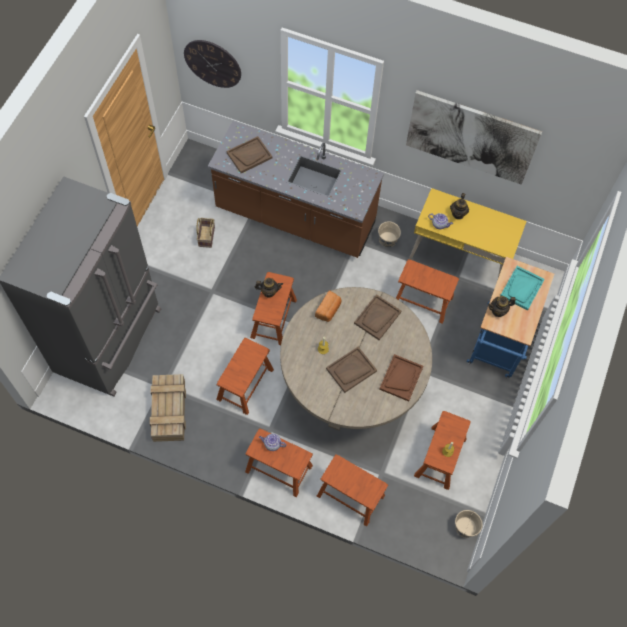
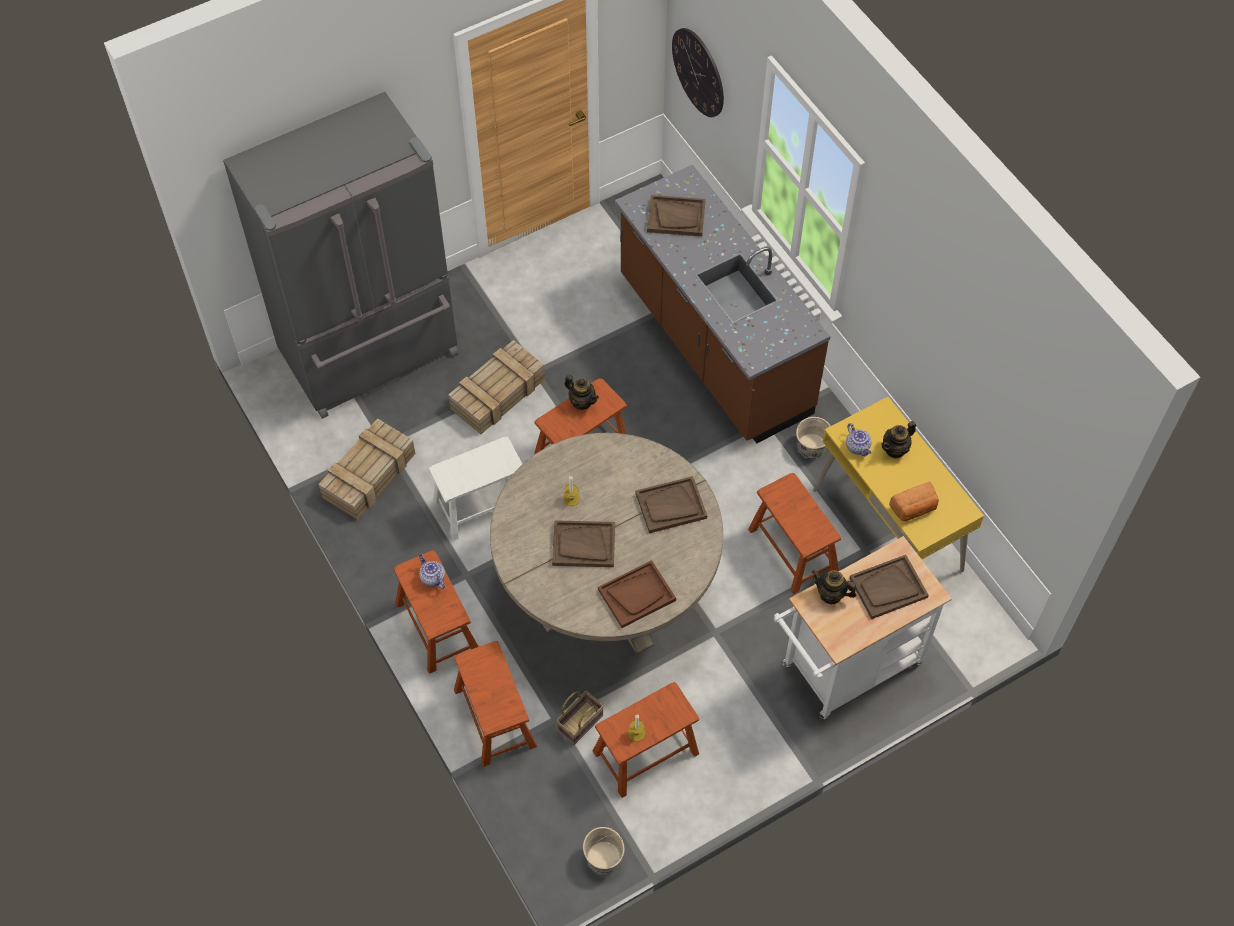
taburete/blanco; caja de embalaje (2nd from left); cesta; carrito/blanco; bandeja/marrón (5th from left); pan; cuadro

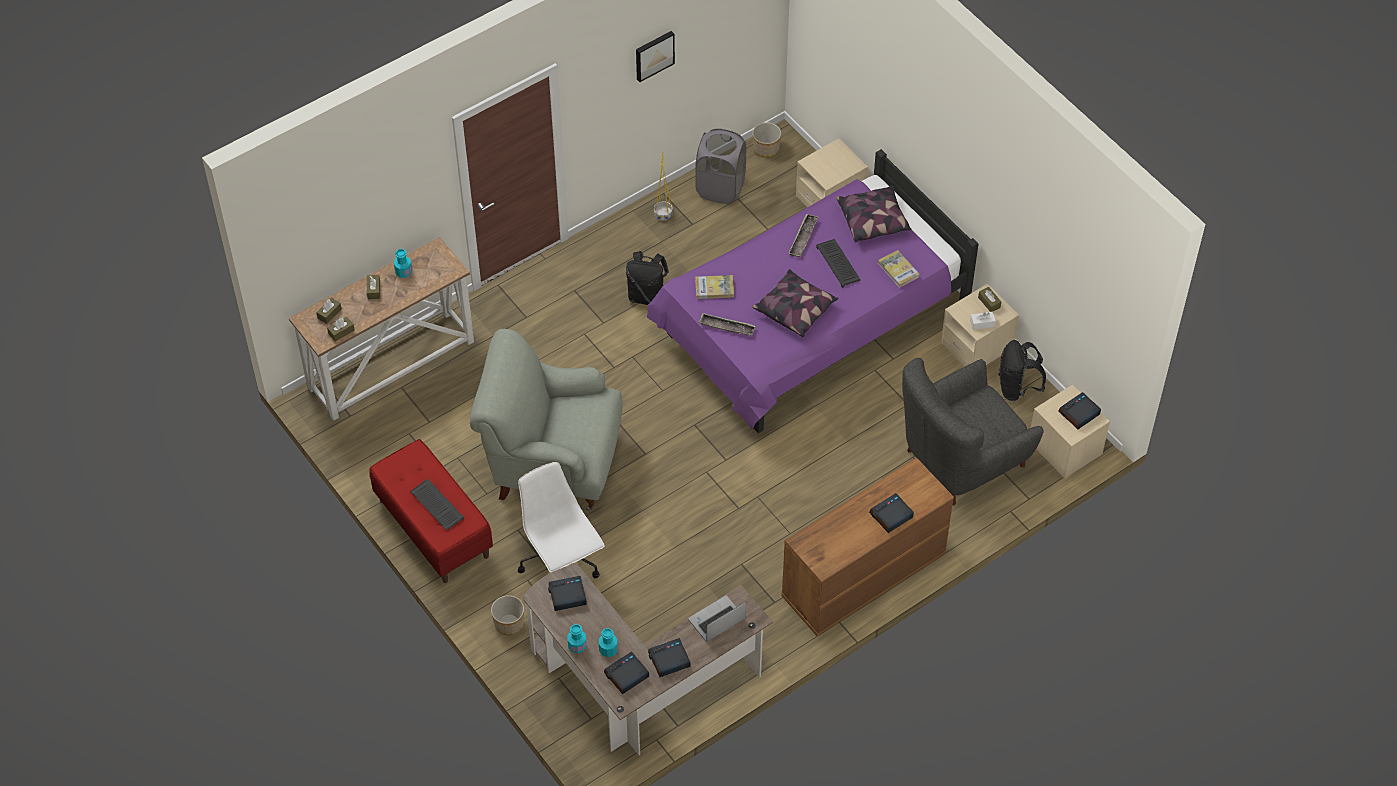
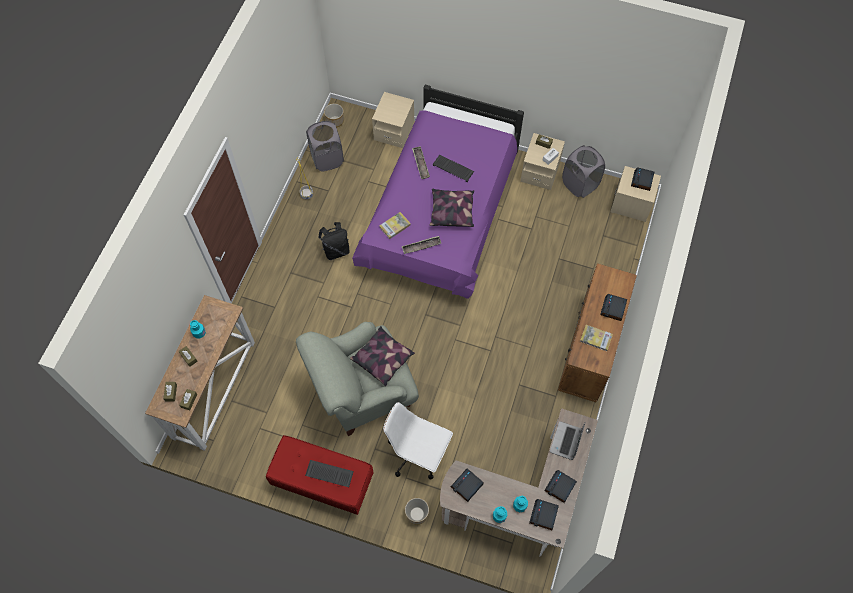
cojín (1st from left); cesto de la ropa/gris (2nd from left); libro (2nd from left); cuadro; sillón/gris (2nd from left in the first image)

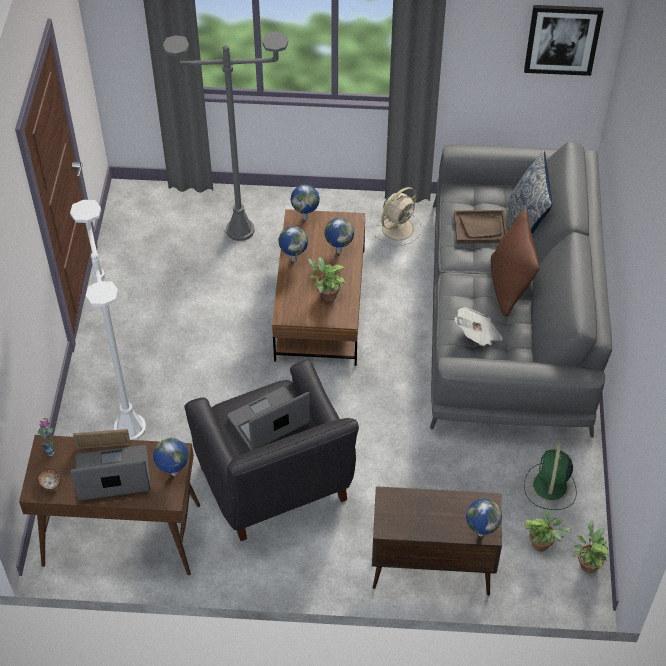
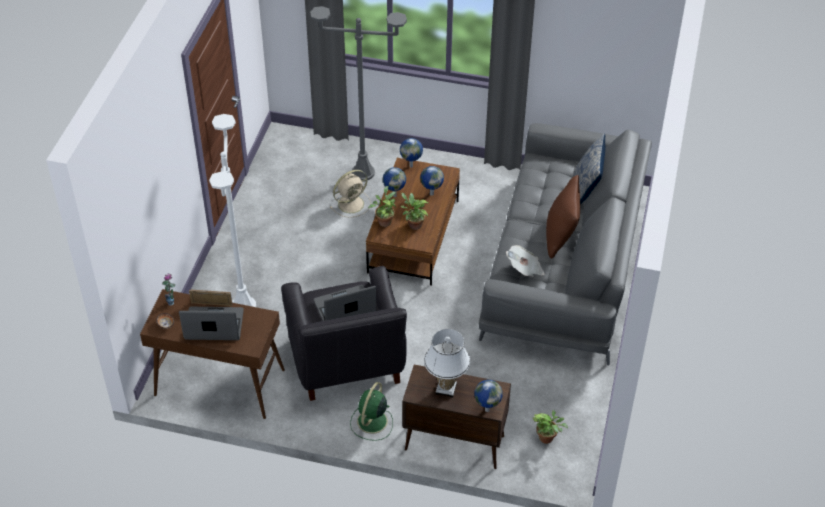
ventilador/beis; ventilador/verde; planta en maceta (1st from left); lámpara de mesa/blanco; globo terráqueo (1st from left in the first image); bandeja/marrón; cuadro

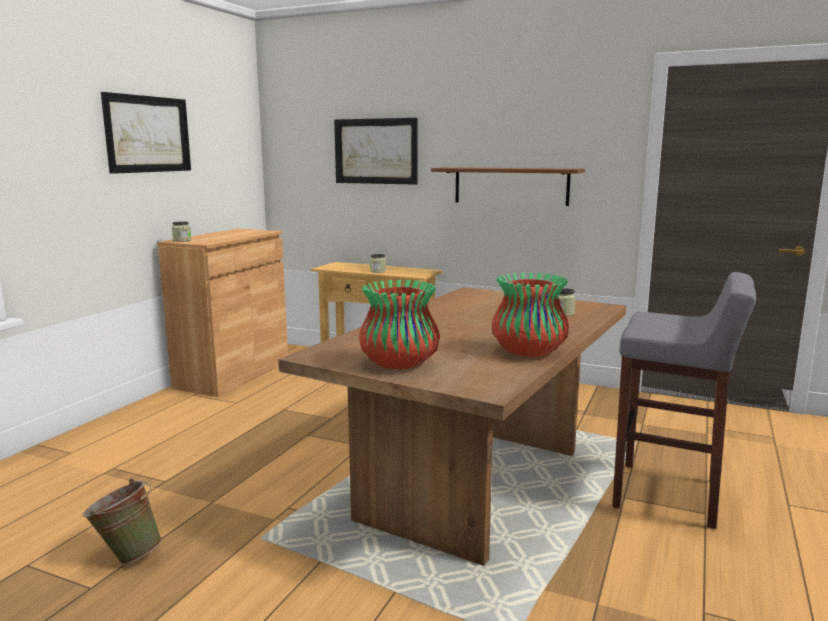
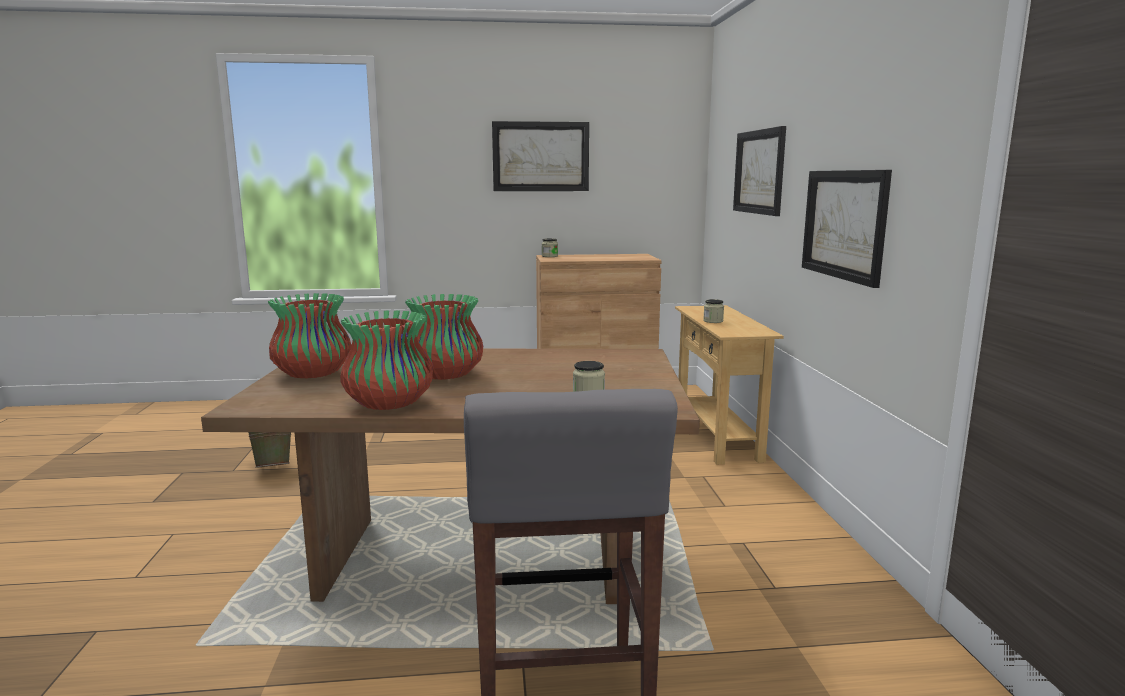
florero (3rd from left); cuadro (3rd from left)

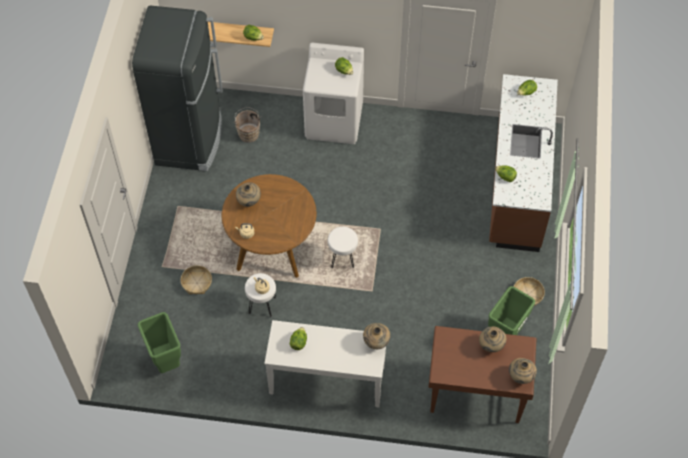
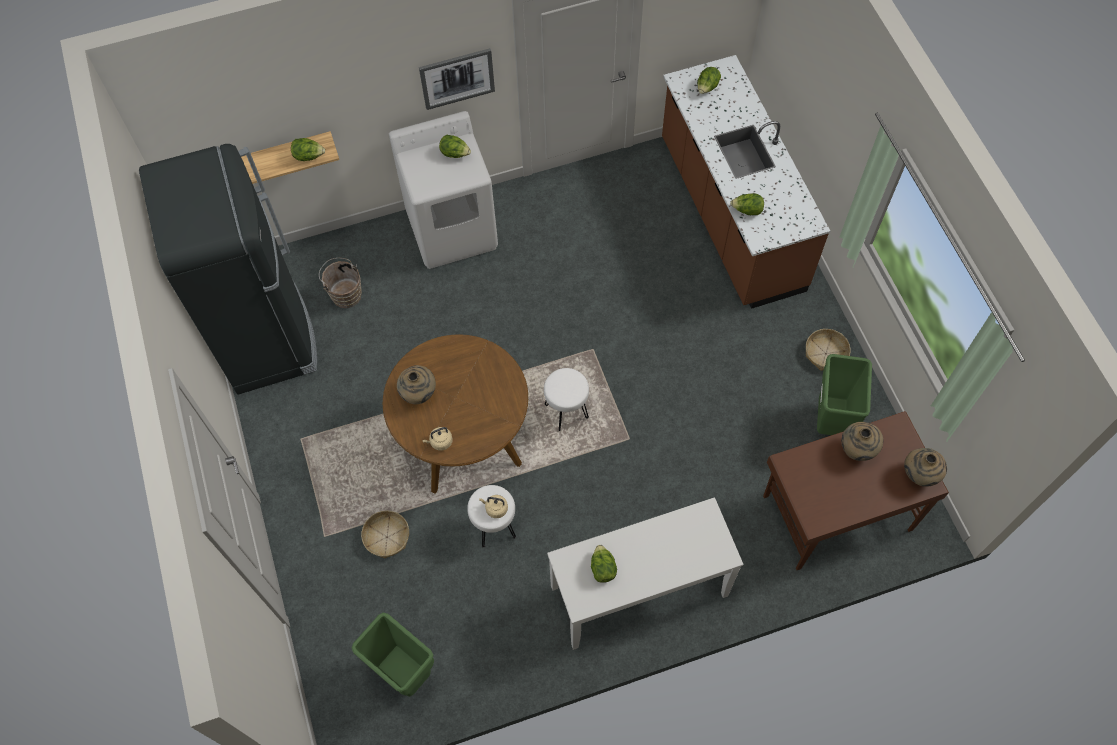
cuadro; florero/beis (2nd from left in the first image)

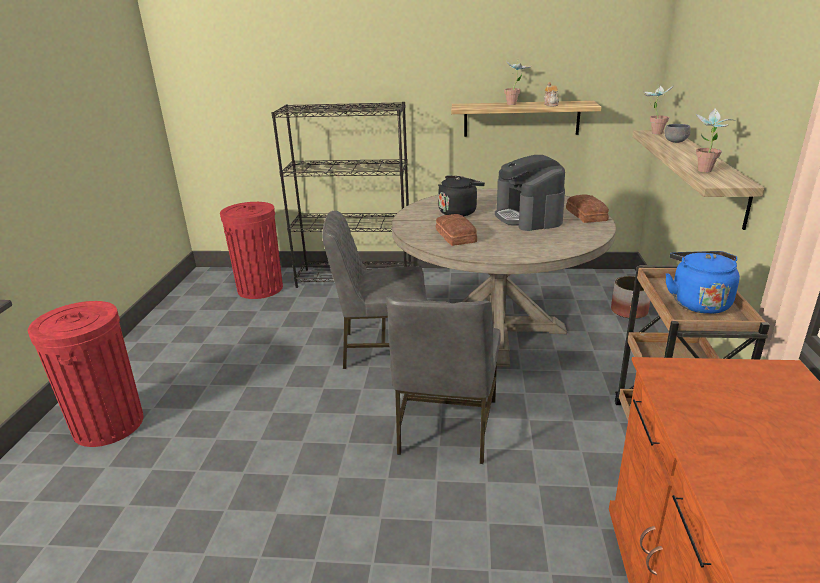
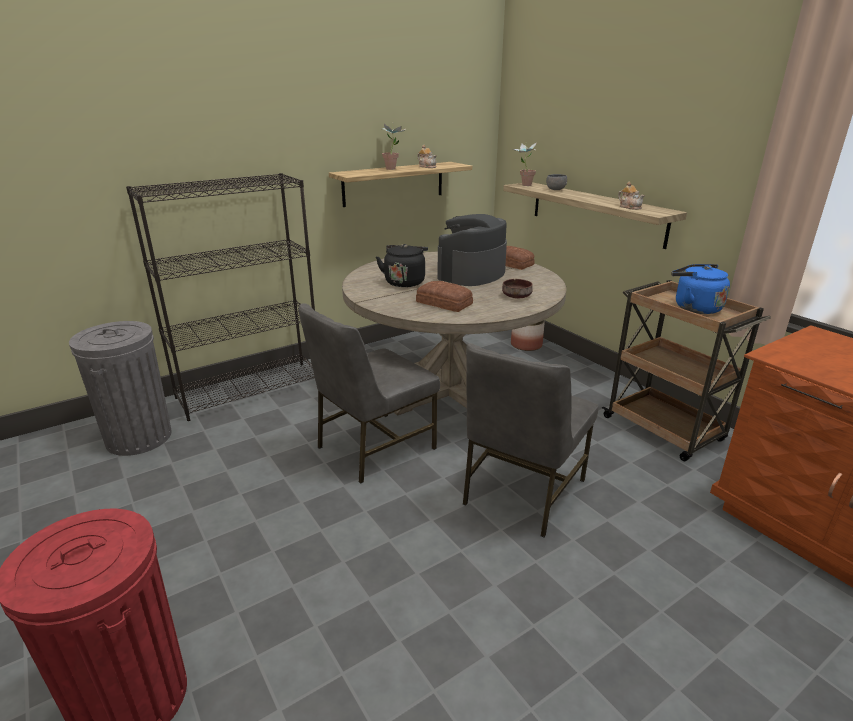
papelera/gris; cafetera; silla/gris (2nd from left); cuenco/marrón; tetera (2nd from left)

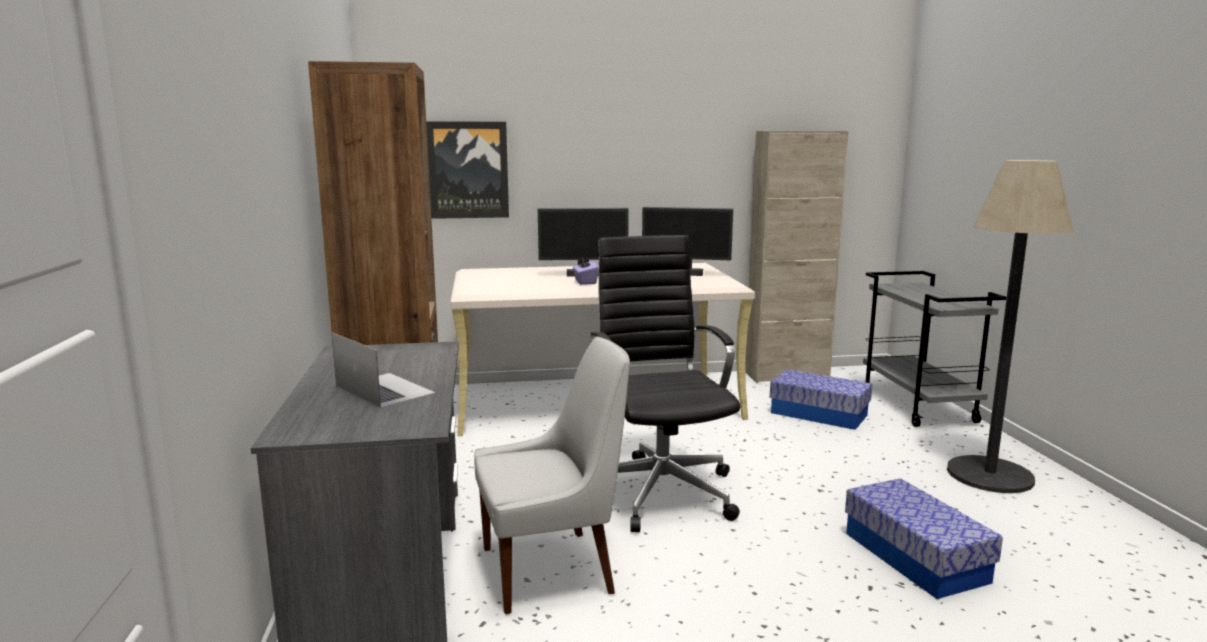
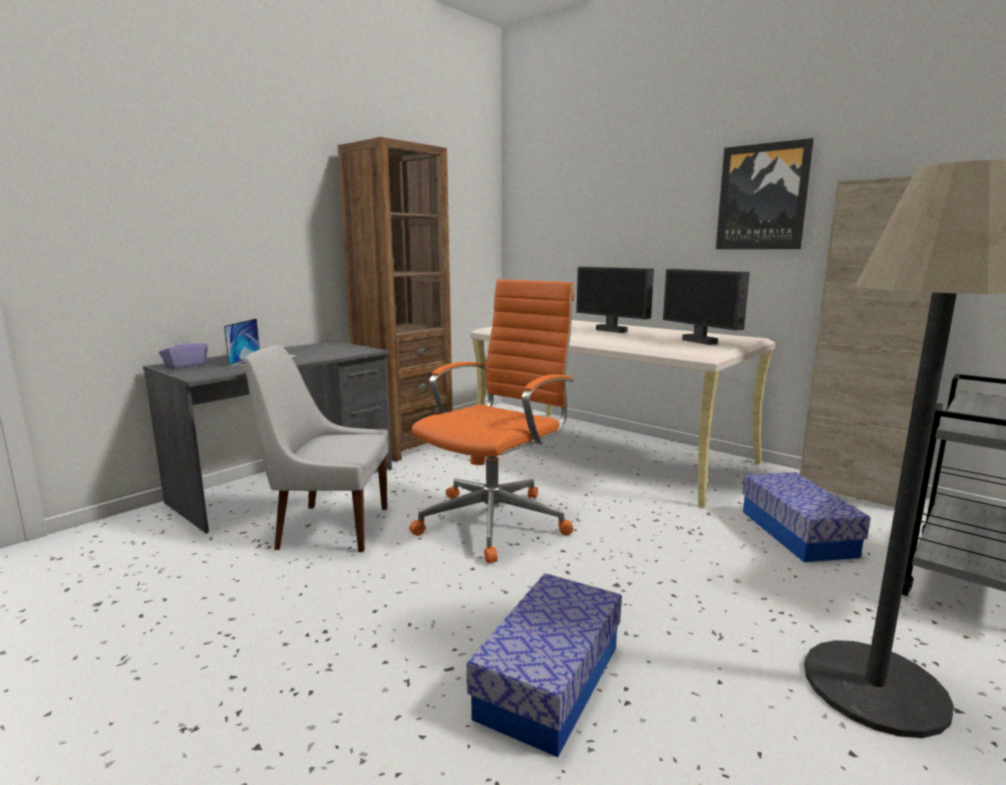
caja de pañuelos/morado; silla/blanco; silla de oficina/naranja; cuadro

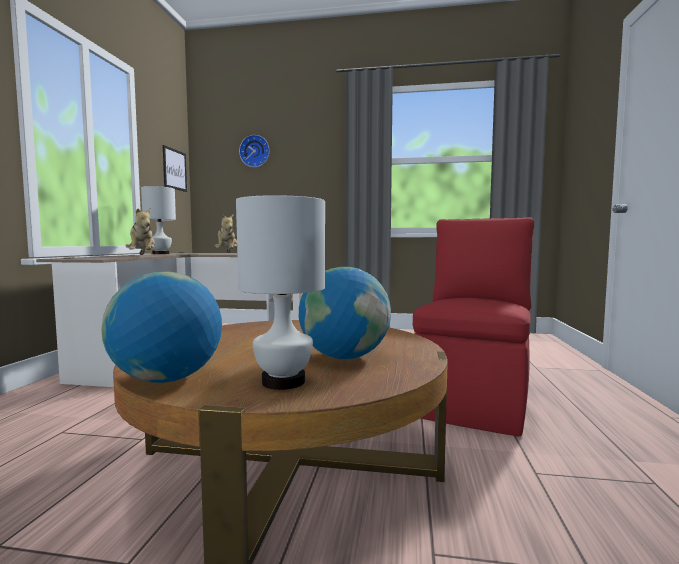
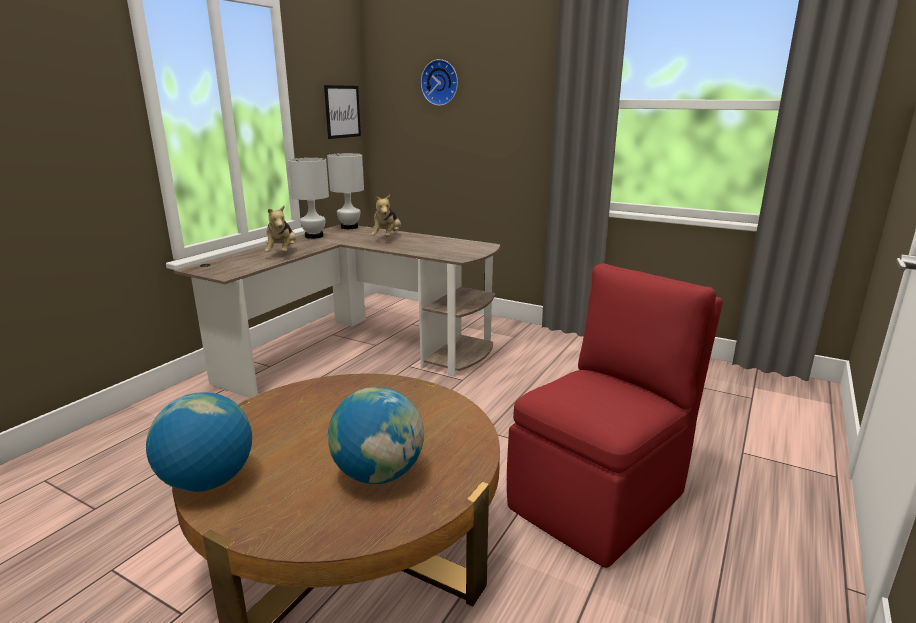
lámpara de mesa/blanco (2nd from left)

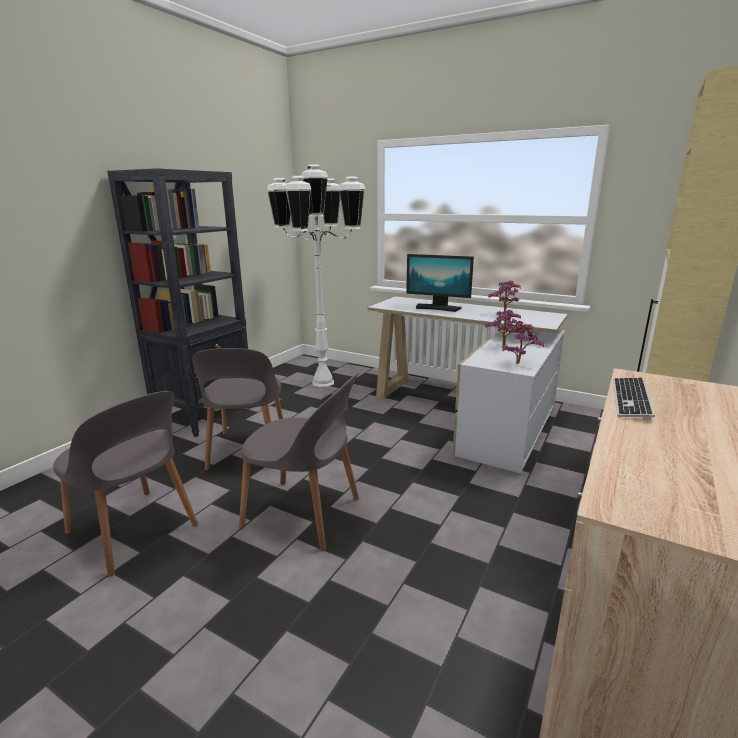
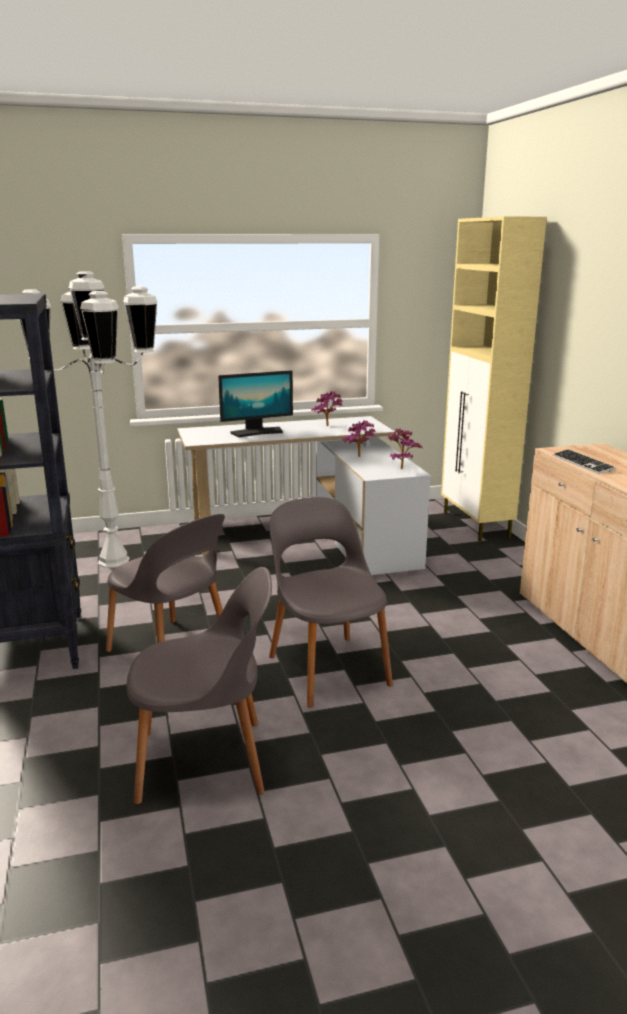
silla/gris (3rd from left)

